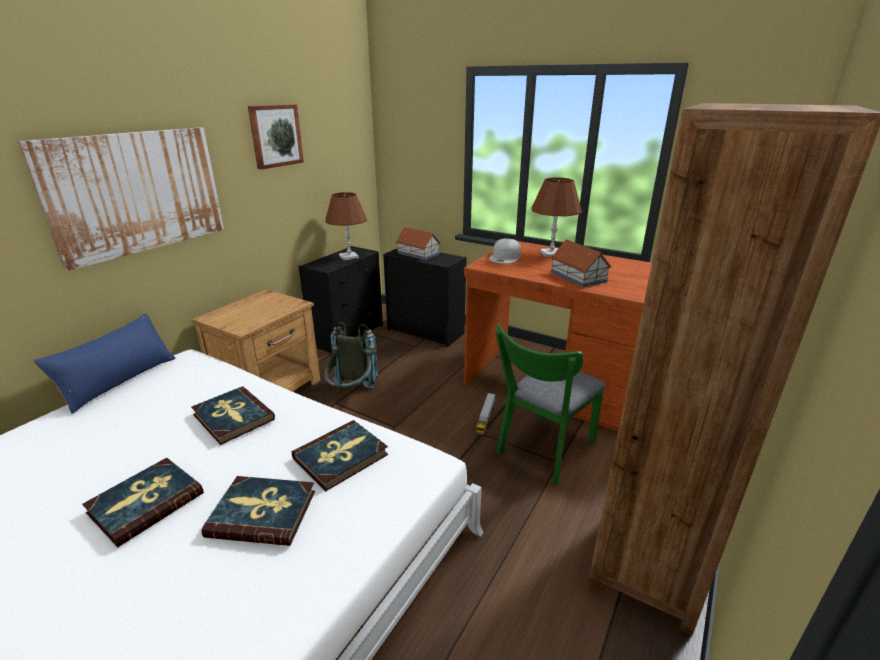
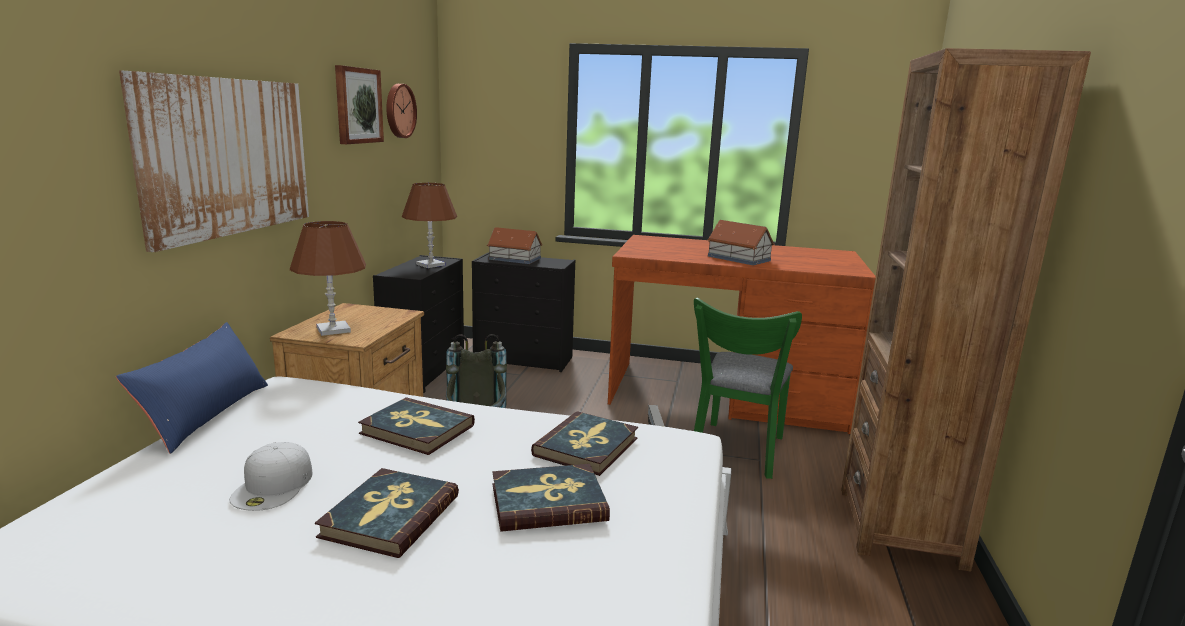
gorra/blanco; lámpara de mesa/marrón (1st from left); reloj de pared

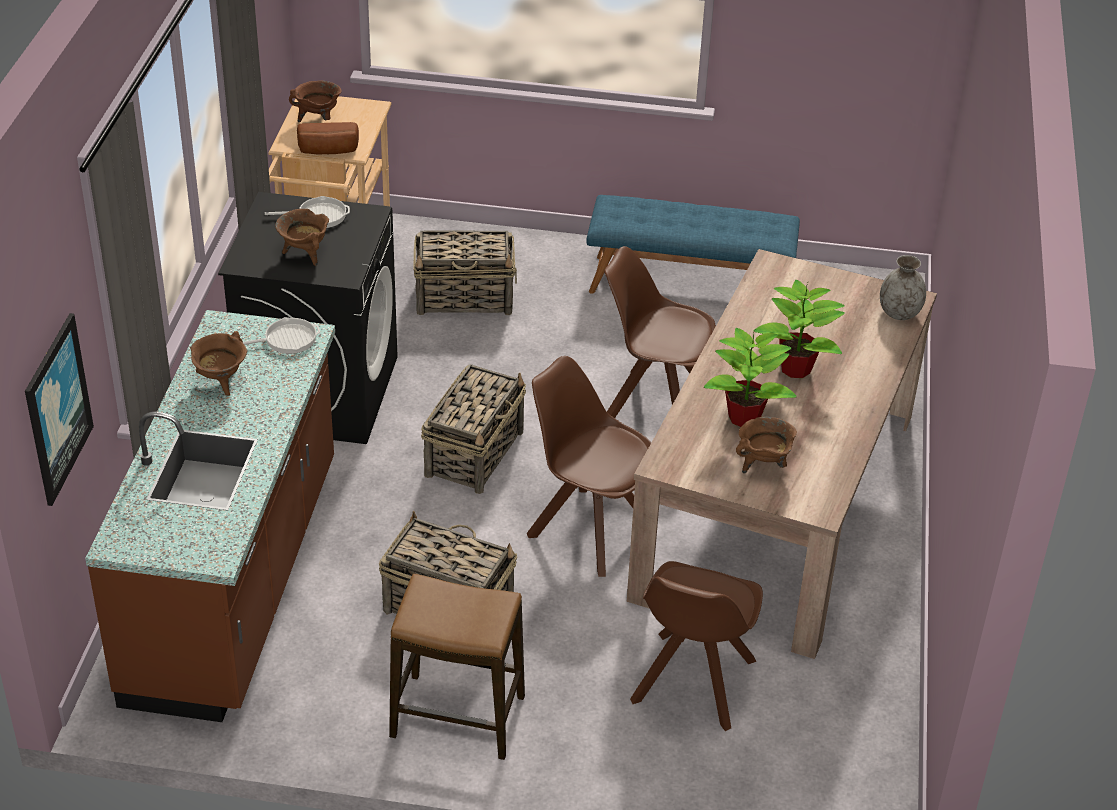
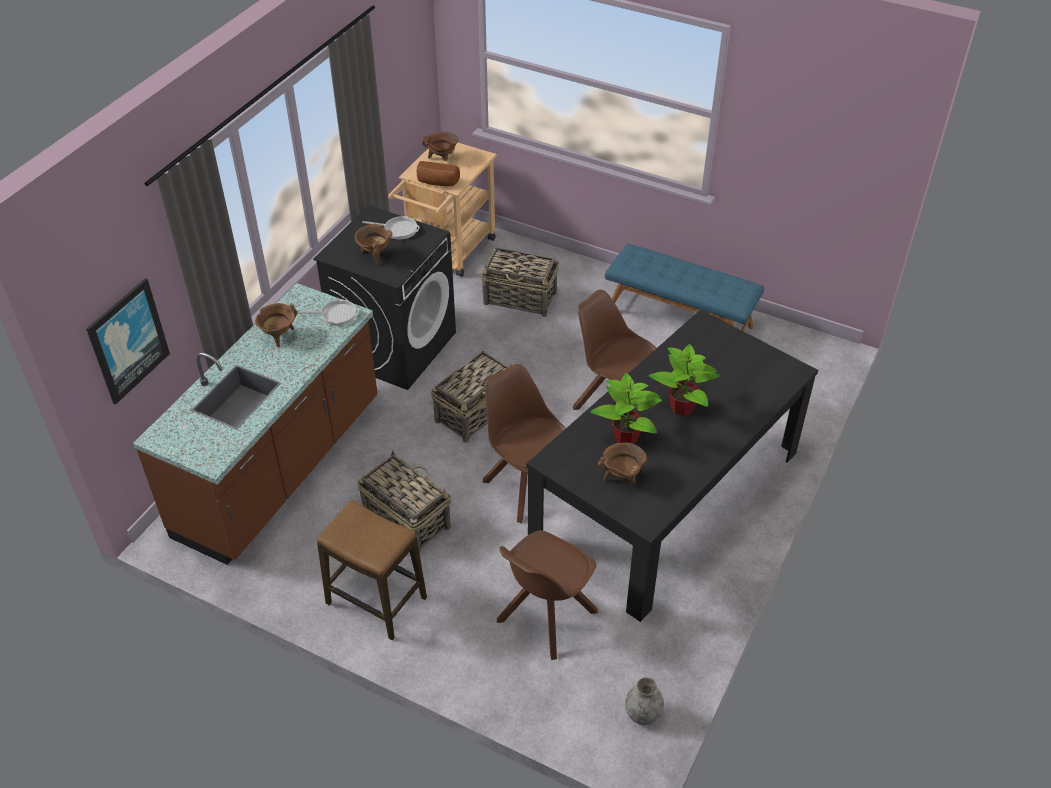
mesa de comedor/negro; florero/gris

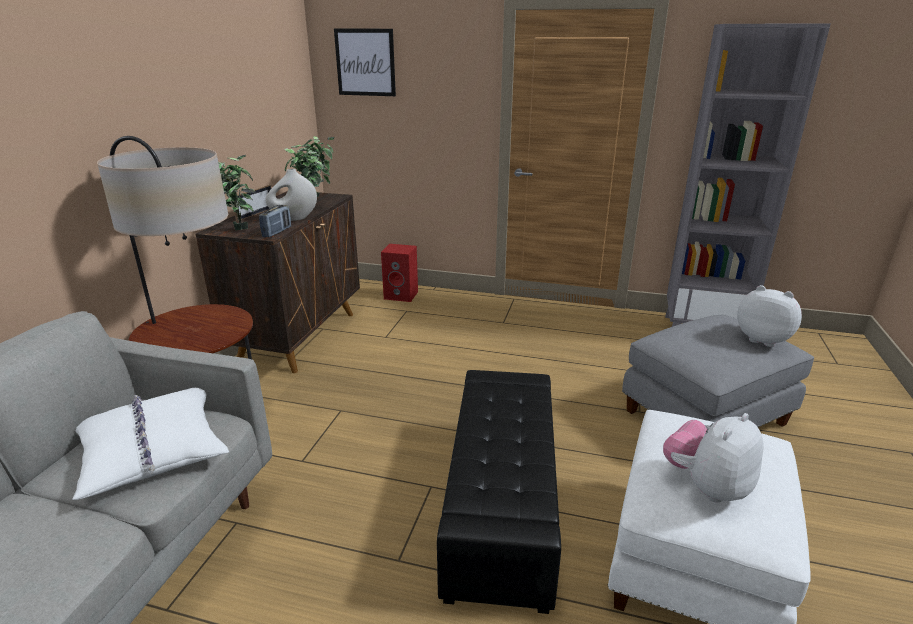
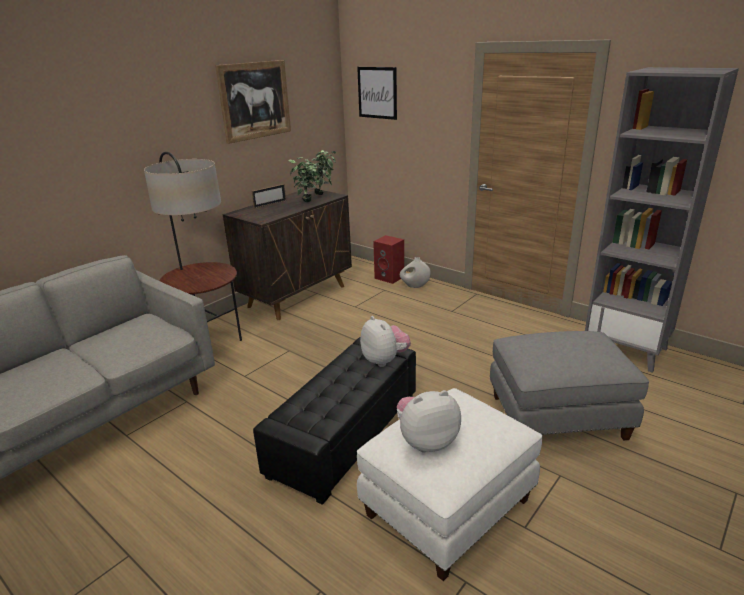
cuadro (1st from left); peluche (1st from left); florero/blanco; cojín/blanco; planta en maceta (1st from left in the first image); radio

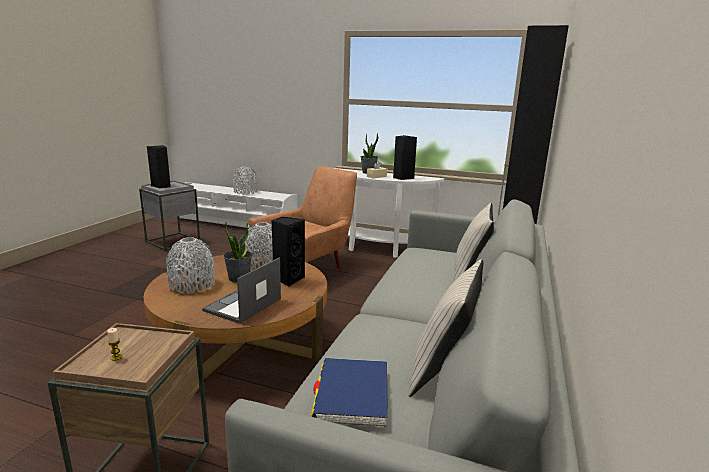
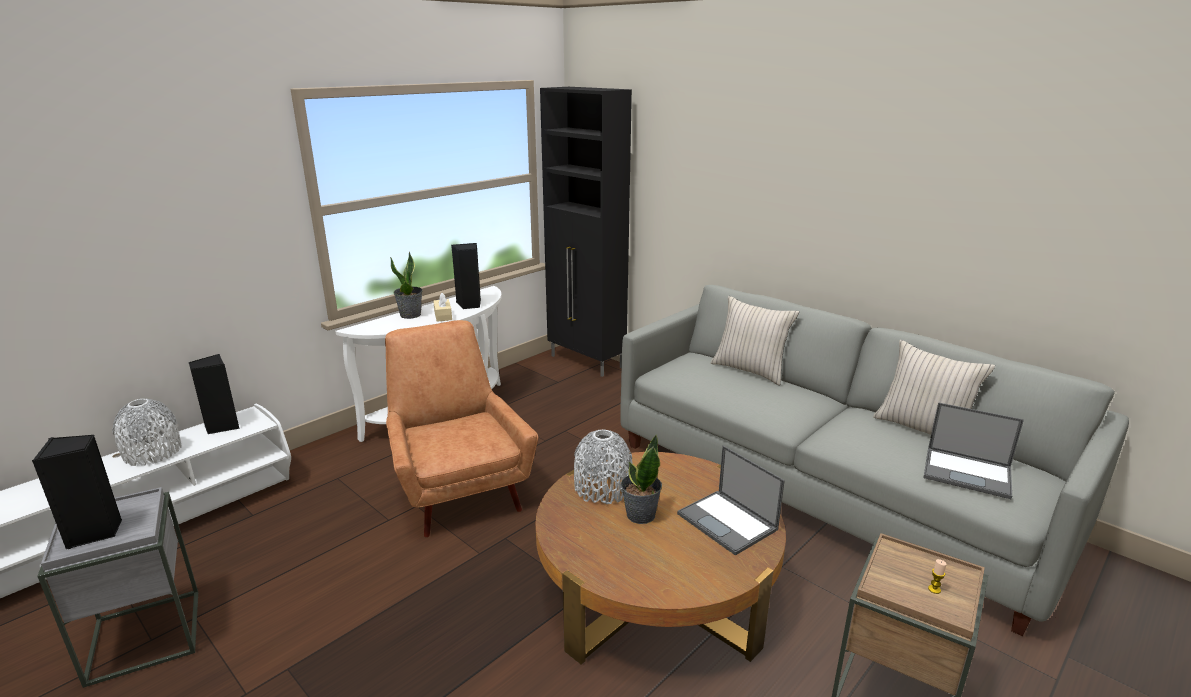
altavoz/negro (2nd from left); portátil (2nd from left); florero/gris (1st from left in the first image)

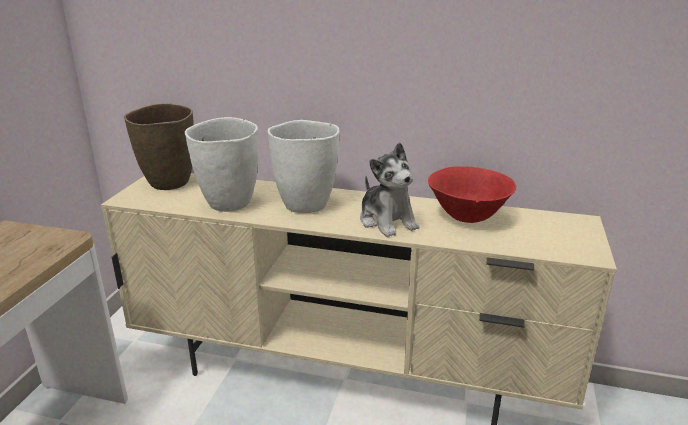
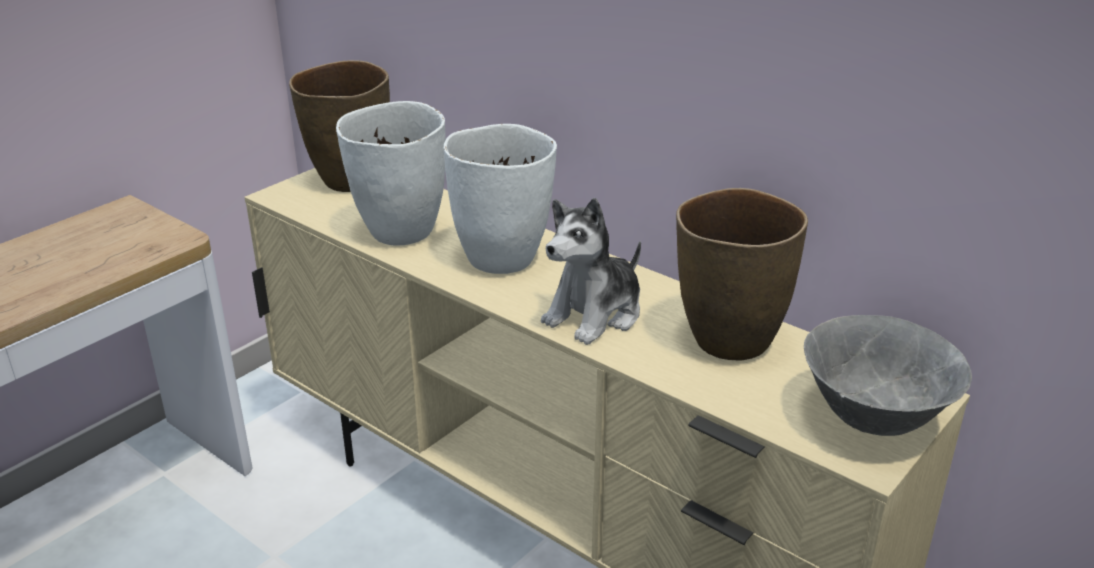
peluche; florero/marrón (2nd from left); cuenco/gris

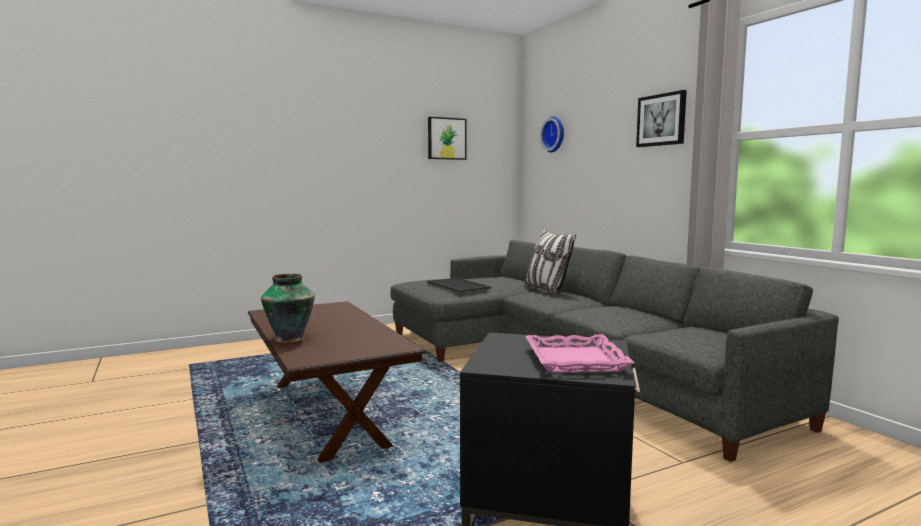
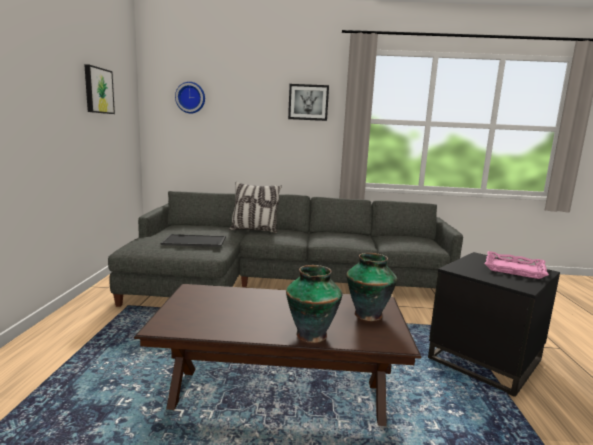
florero (2nd from left)

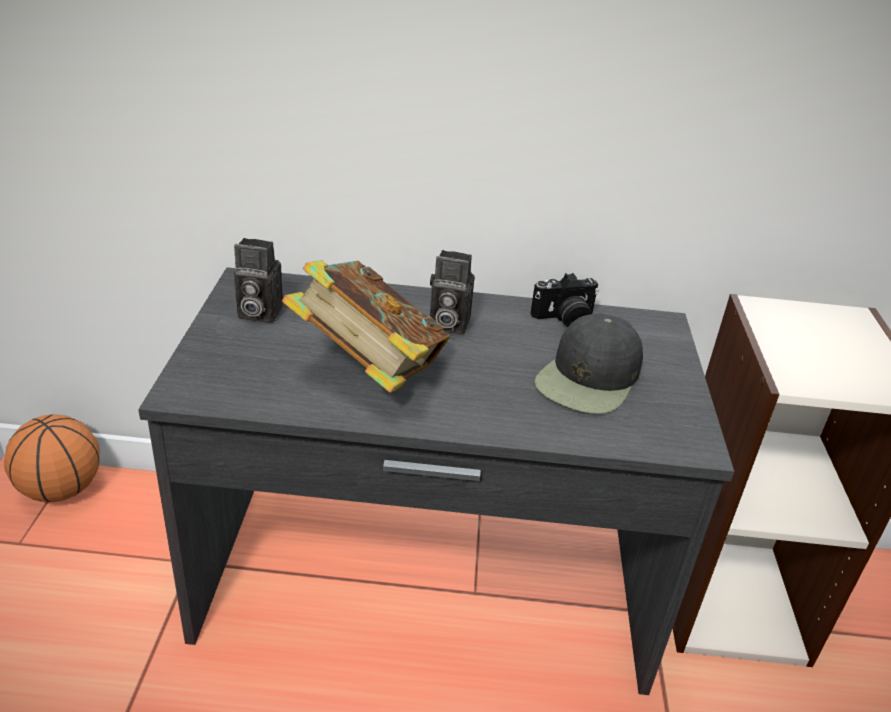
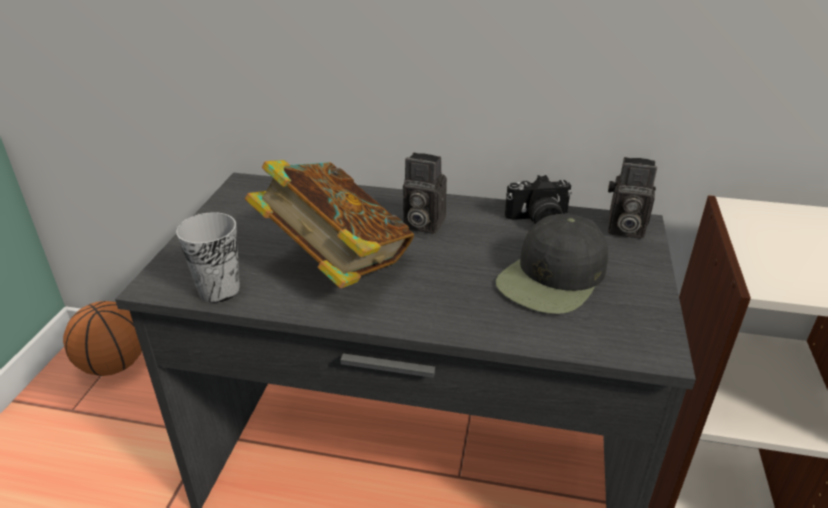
taza; cámara (3rd from left)

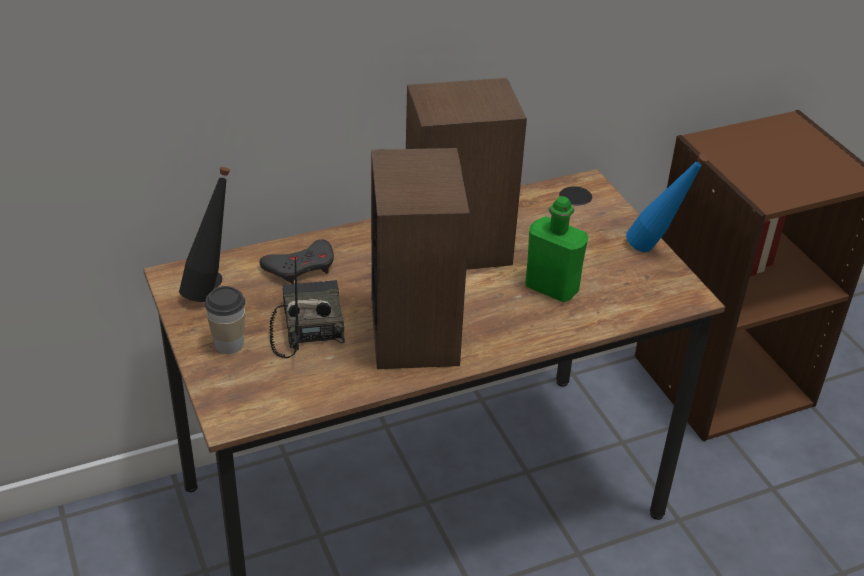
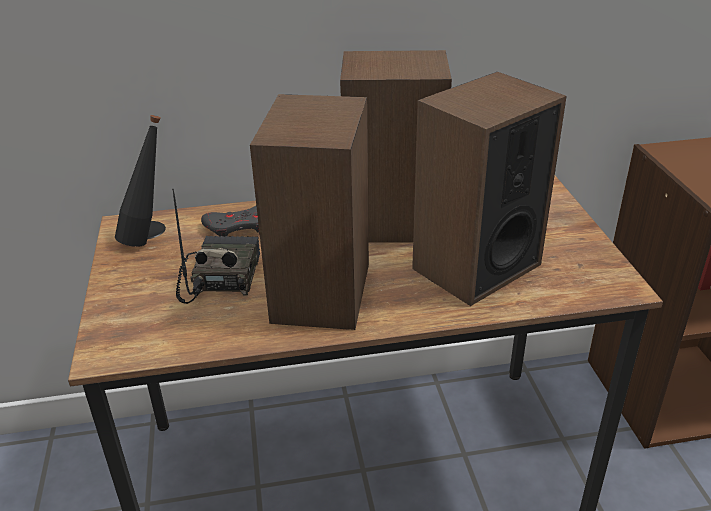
altavoz (3rd from left); taza; botella/azul

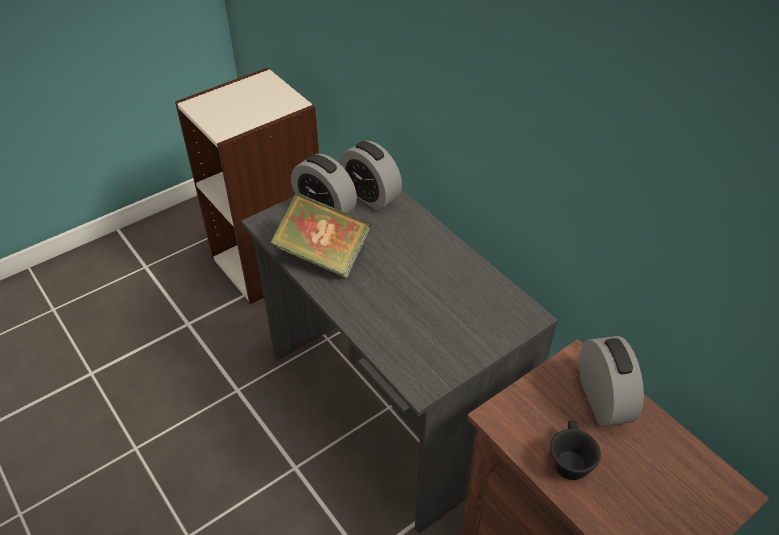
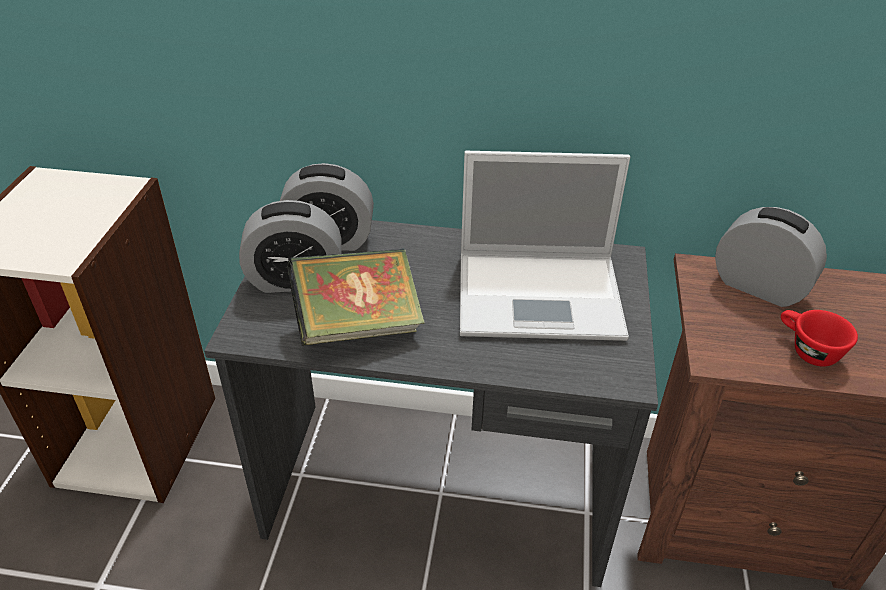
portátil; taza/rojo

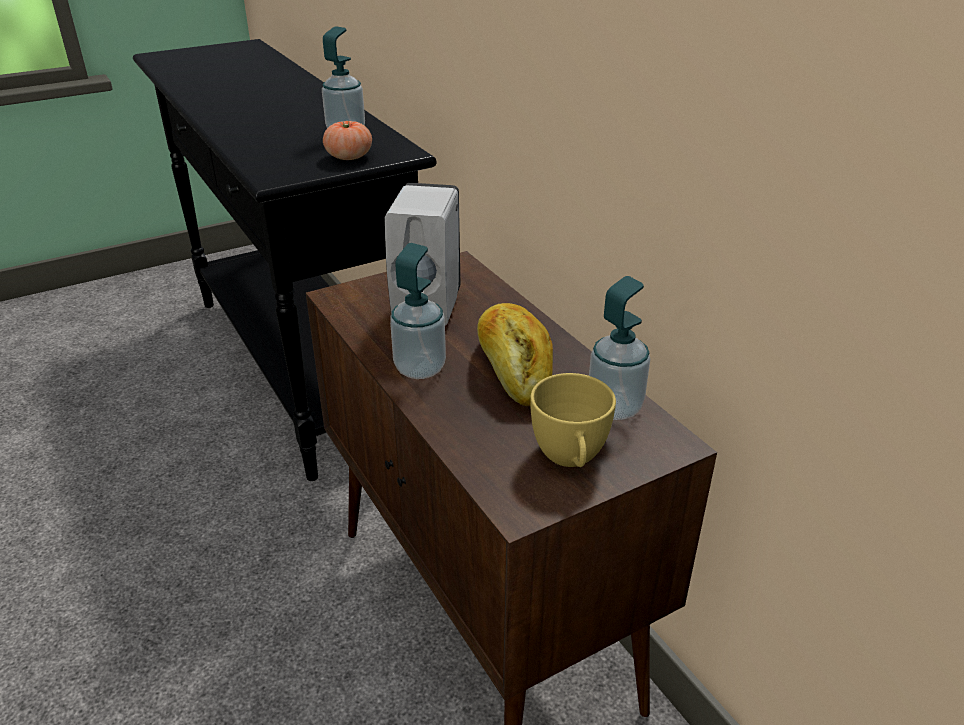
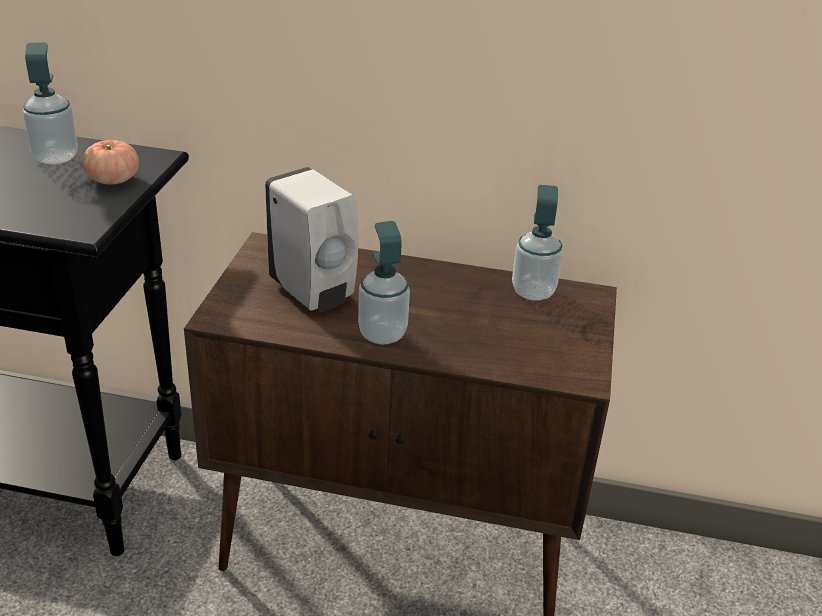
pan; taza/amarillo

